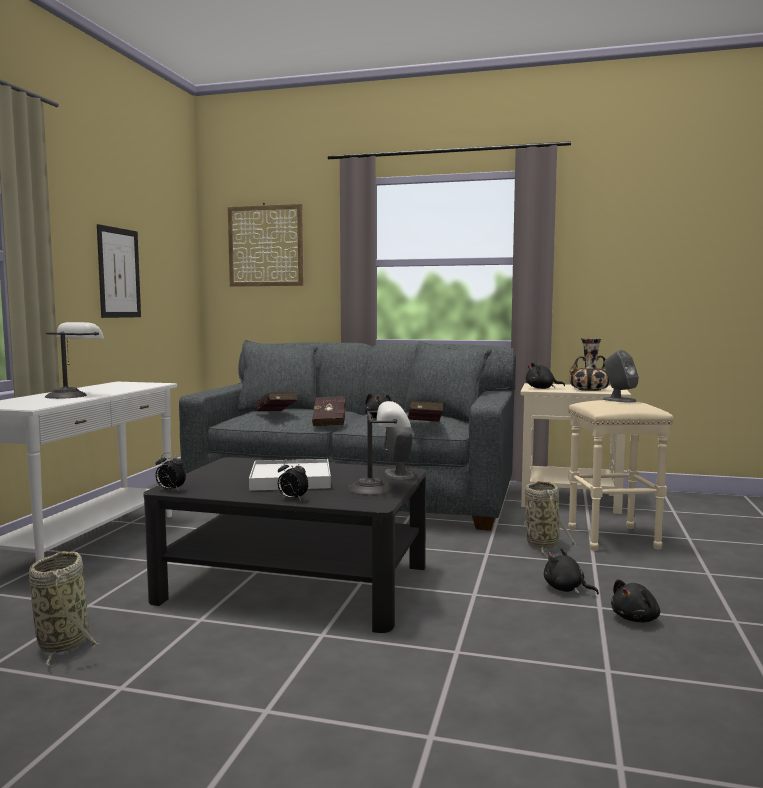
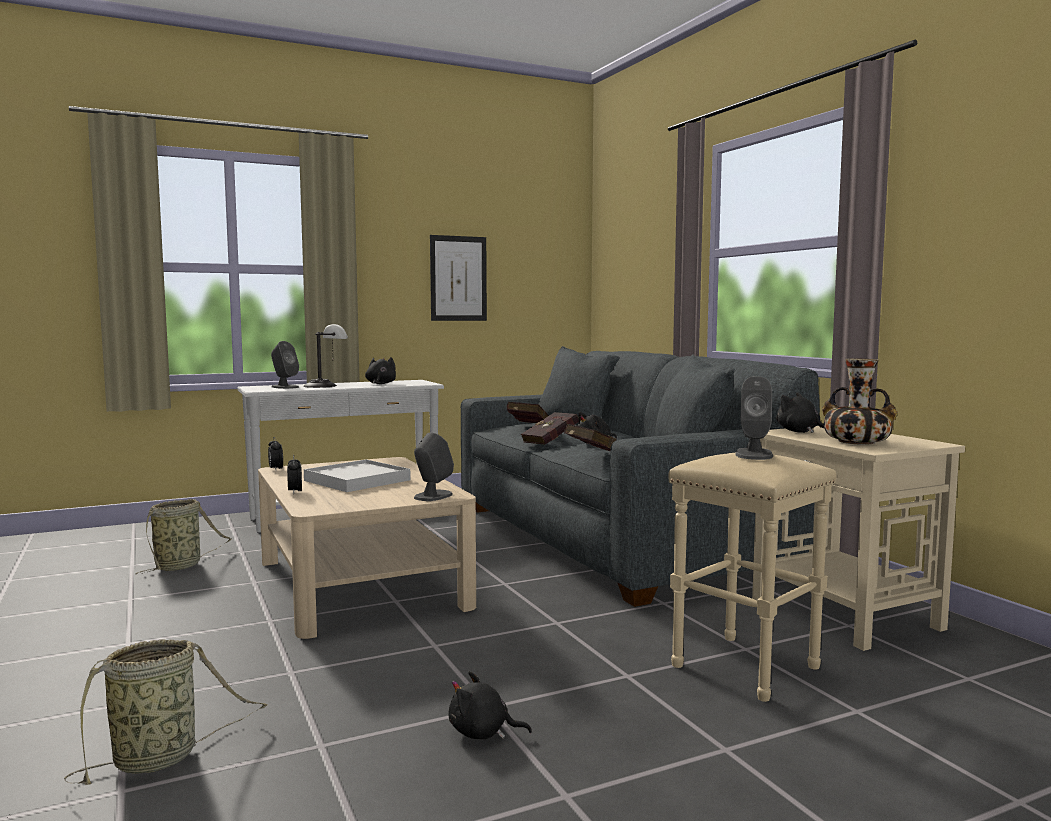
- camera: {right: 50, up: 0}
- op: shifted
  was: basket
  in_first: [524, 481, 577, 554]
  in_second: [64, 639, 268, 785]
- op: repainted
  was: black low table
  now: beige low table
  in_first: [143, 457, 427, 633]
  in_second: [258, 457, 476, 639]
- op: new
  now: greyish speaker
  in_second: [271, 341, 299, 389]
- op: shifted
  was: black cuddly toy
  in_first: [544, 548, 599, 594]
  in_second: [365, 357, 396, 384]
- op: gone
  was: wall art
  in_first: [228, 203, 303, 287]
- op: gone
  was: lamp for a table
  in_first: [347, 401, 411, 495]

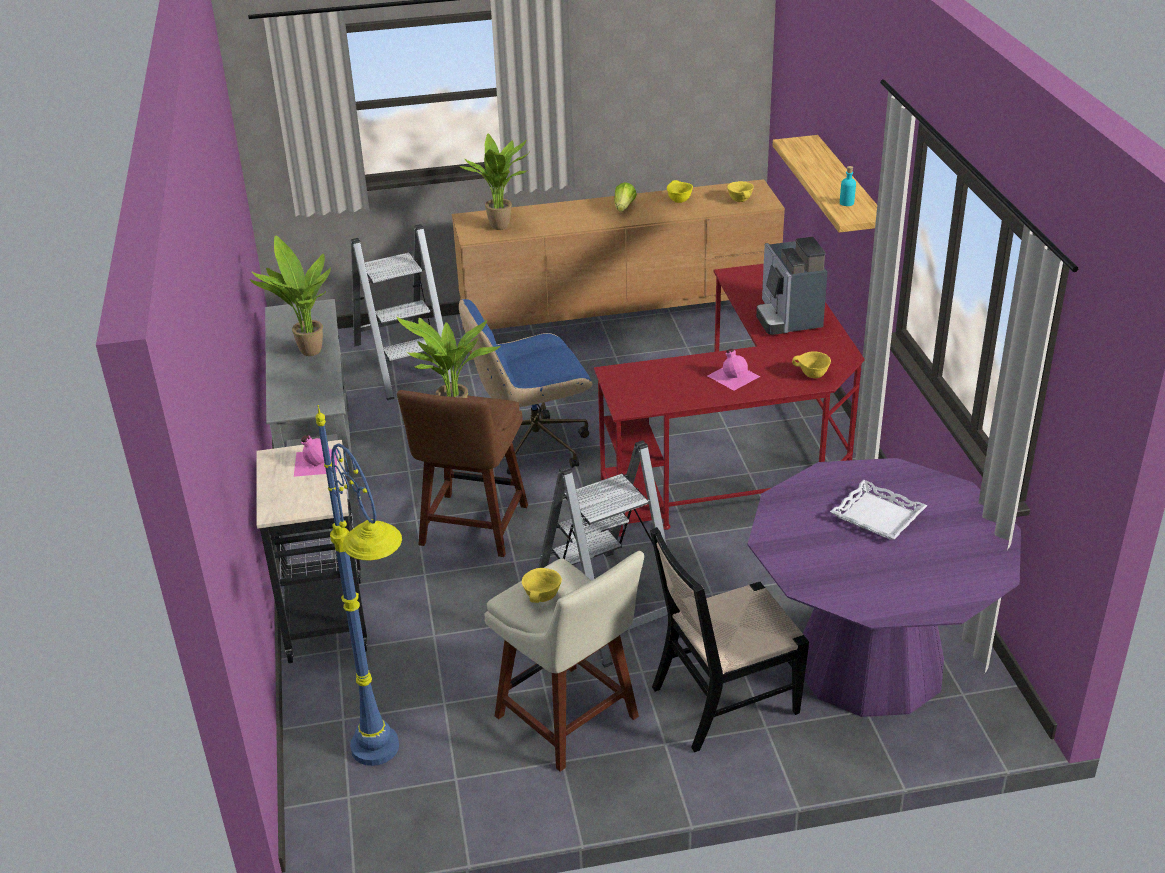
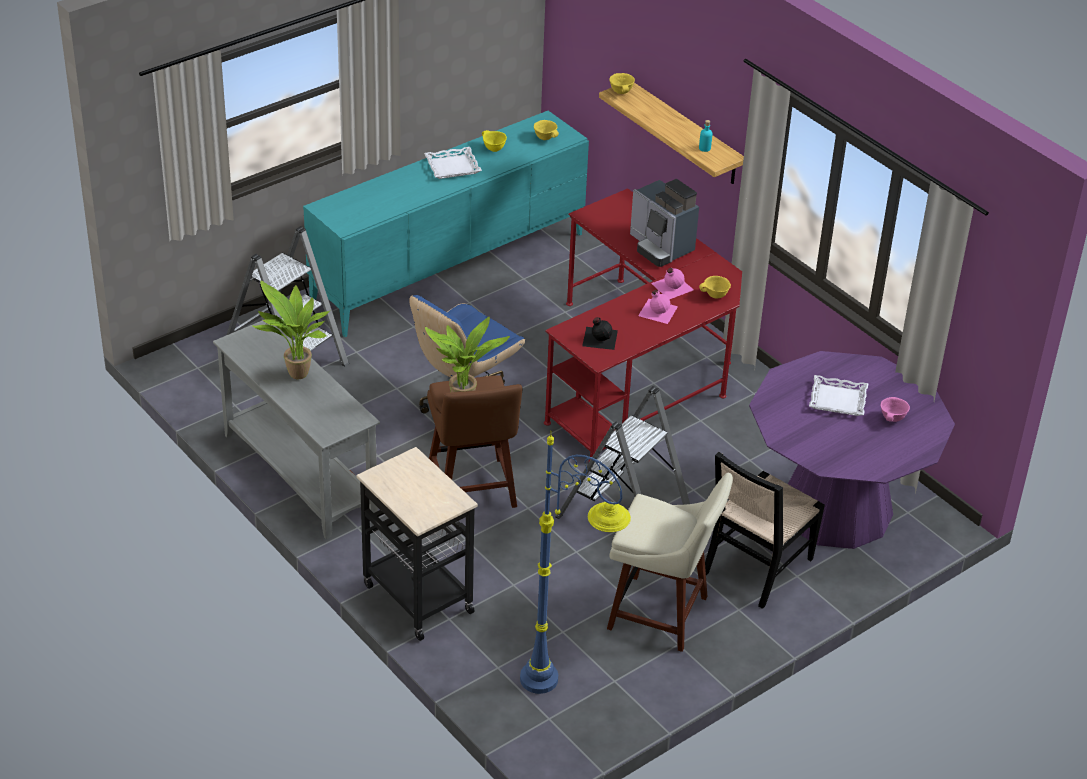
- camera: {right: -30, up: 5}
- op: repainted
  was: brown cupboard
  now: blue-green cupboard
  in_first: [452, 179, 785, 360]
  in_second: [303, 111, 589, 337]
- op: swapped
  was: lettuce
  now: whitish serving tray
  in_first: [614, 182, 637, 212]
  in_second: [424, 147, 482, 179]
- op: new
  now: black drink bottle
  in_second: [582, 317, 618, 350]
- op: shifted
  was: yellow-coloured bowl
  in_first: [522, 568, 562, 603]
  in_second: [609, 73, 635, 94]
- op: shifted
  was: pink-coloured drink bottle
  in_first: [294, 435, 338, 477]
  in_second: [651, 268, 694, 299]
- op: new
  now: pink-coloured bowl
  in_second: [881, 397, 910, 422]
- op: gone
  was: plant in a pot
  in_first: [458, 133, 529, 230]

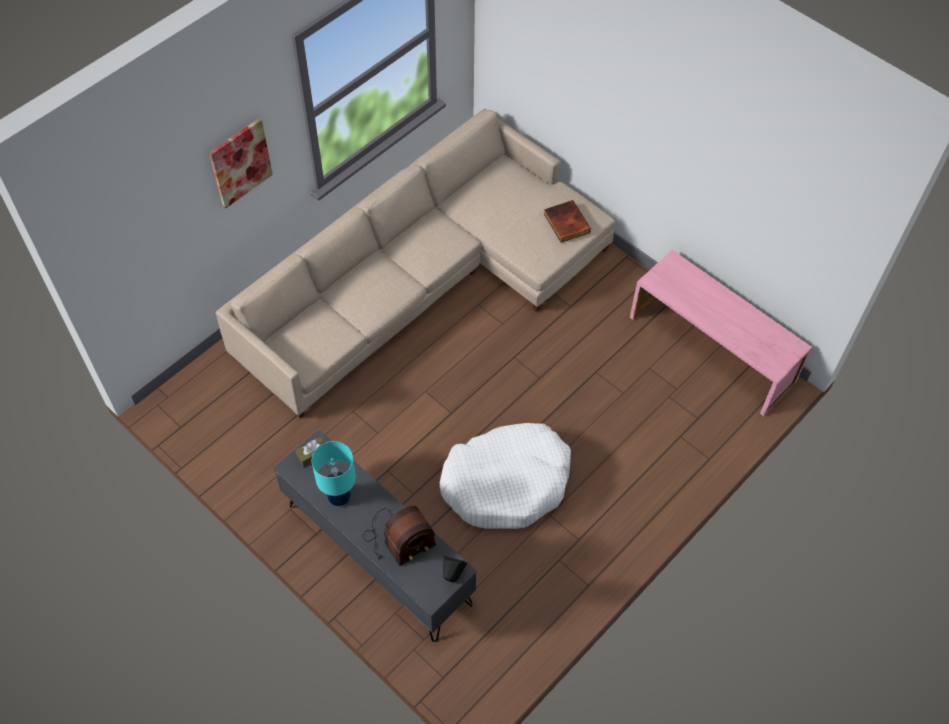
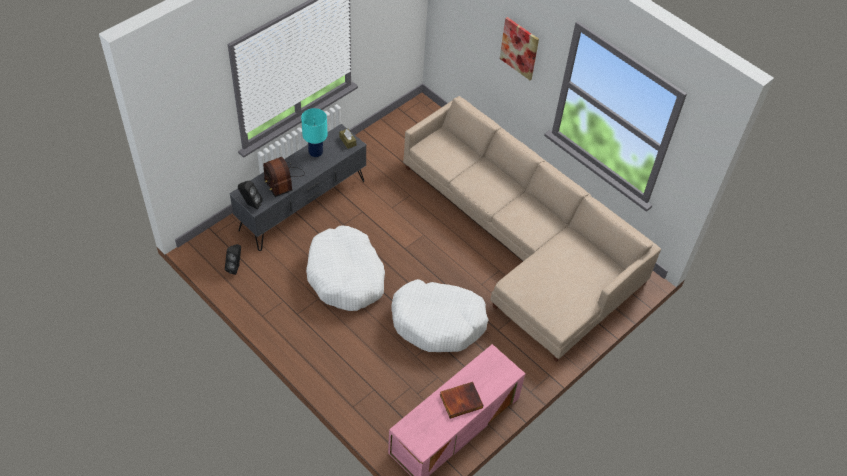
- camera: {right: 90, up: -5}
- op: new
  now: black speaker
  in_second: [225, 244, 241, 275]
- op: new
  now: whitish dog cushion
  in_second: [391, 279, 489, 352]
- op: shifted
  was: book
  in_first: [544, 200, 591, 243]
  in_second: [440, 382, 483, 419]

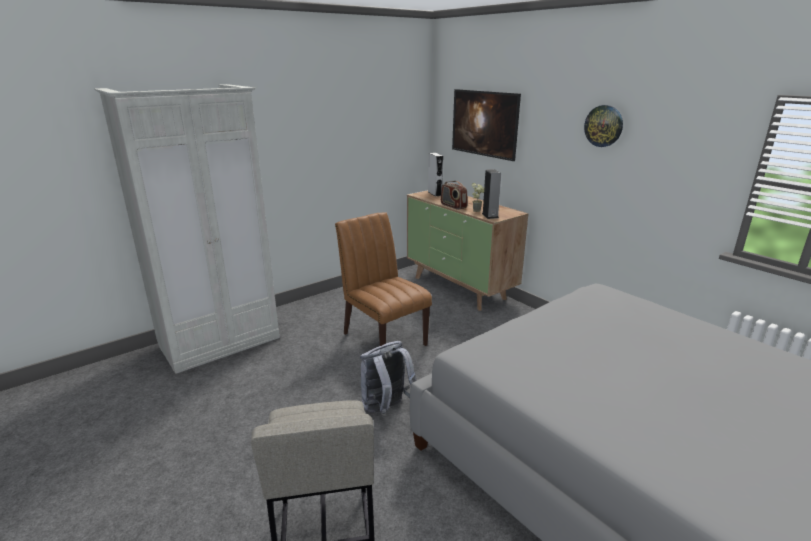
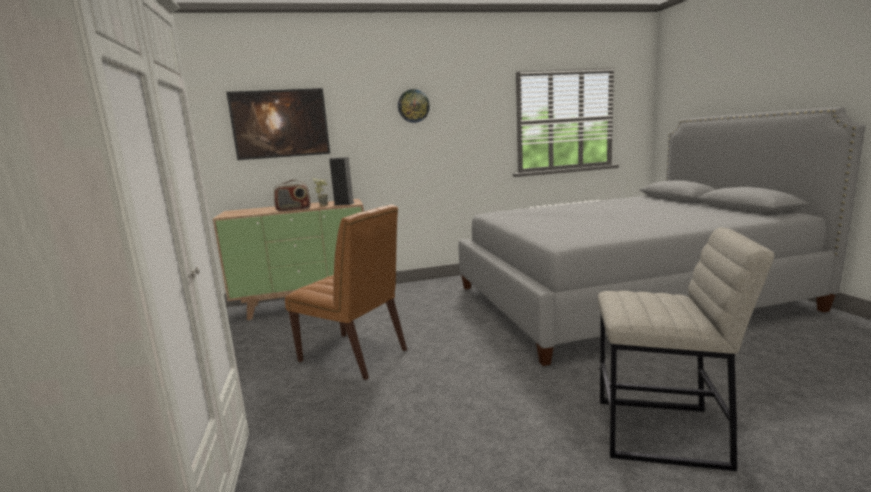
- camera: {right: -65, up: -10}
- op: rotated
  was: brown upright chair
  in_first: [335, 212, 432, 346]
  in_second: [285, 204, 407, 380]
  clockwise: -135
- op: gone
  was: greyish rucksack
  in_first: [360, 341, 417, 416]
- op: gone
  was: greyish speaker
  in_first: [428, 153, 443, 196]

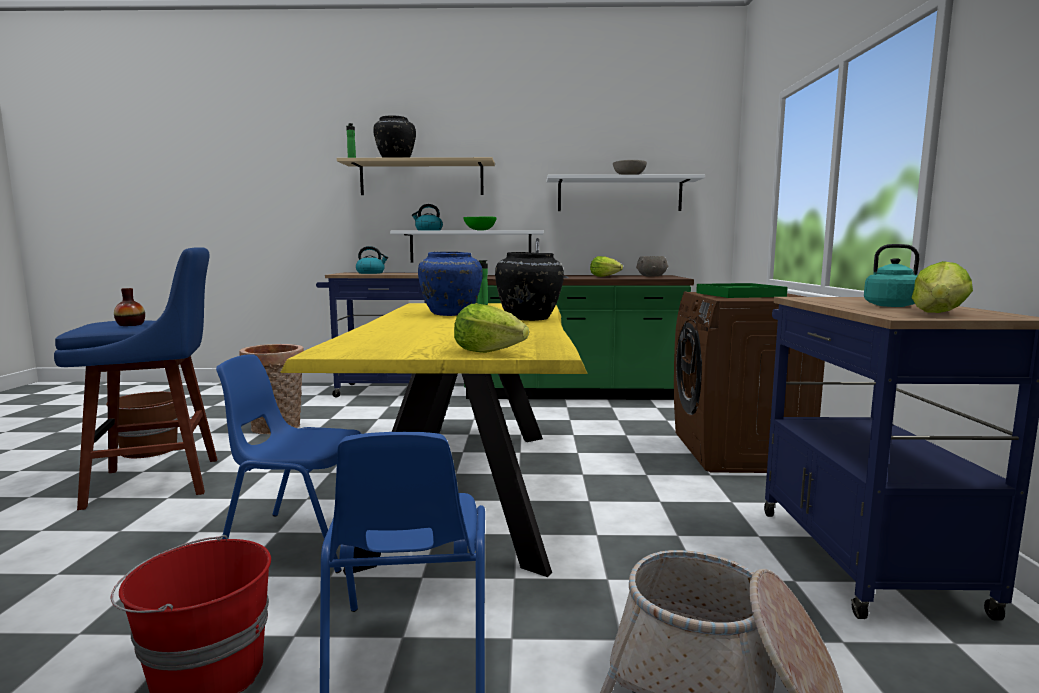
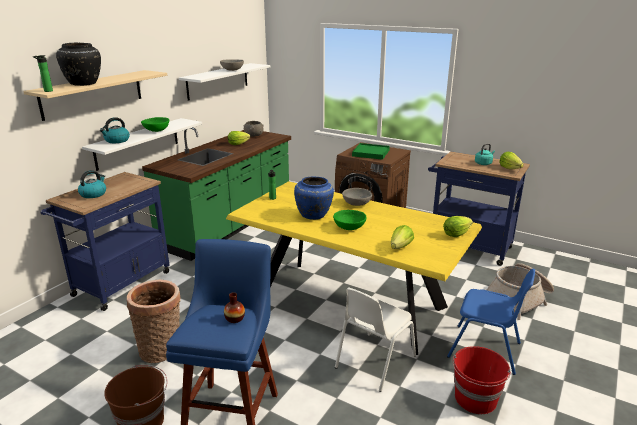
- camera: {right: -60, up: 15}
- op: new
  now: greenish bowl
  in_second: [333, 210, 367, 230]
- op: repainted
  was: blue-coloured upright chair
  now: whitish upright chair
  in_first: [216, 354, 361, 573]
  in_second: [335, 288, 416, 392]
- op: swapped
  was: black flower vase
  now: greyish bowl
  in_first: [495, 252, 564, 321]
  in_second: [342, 188, 372, 206]
- op: new
  now: lettuce
  in_second: [391, 225, 414, 249]

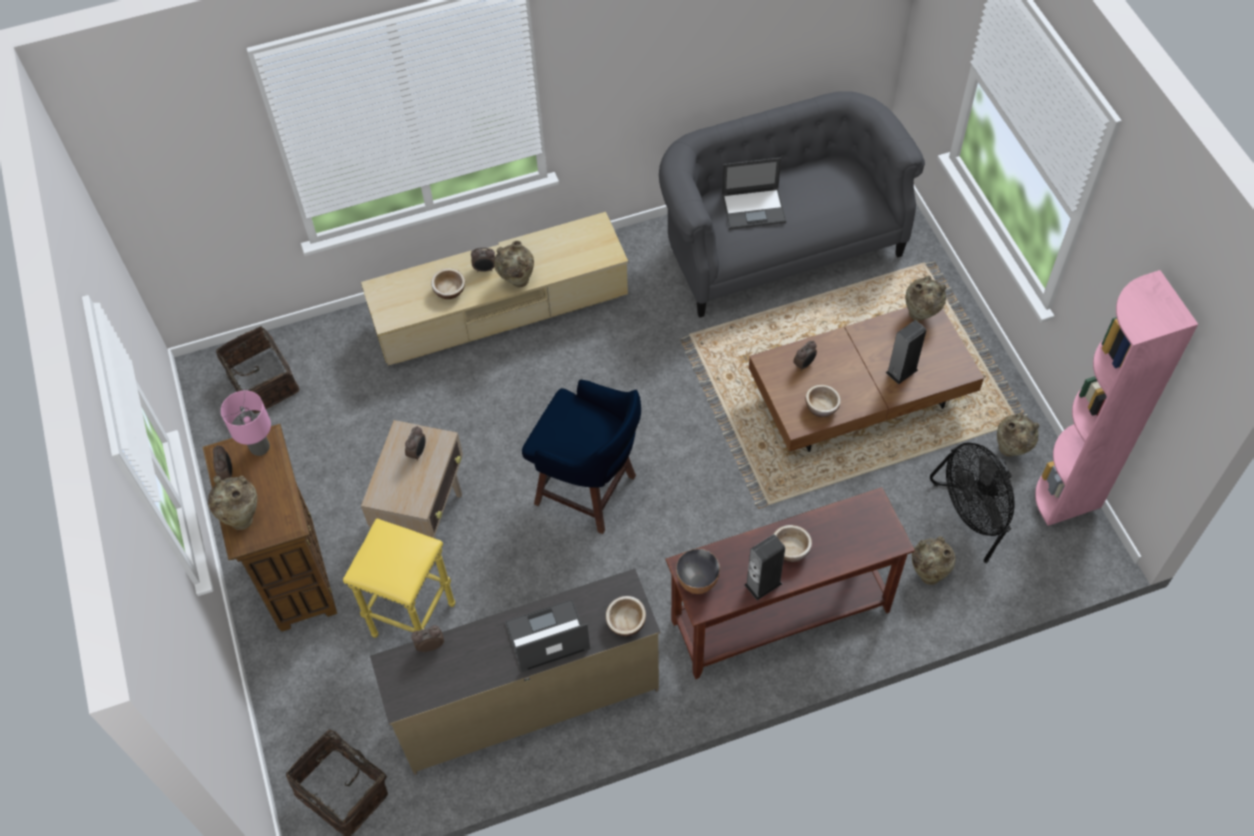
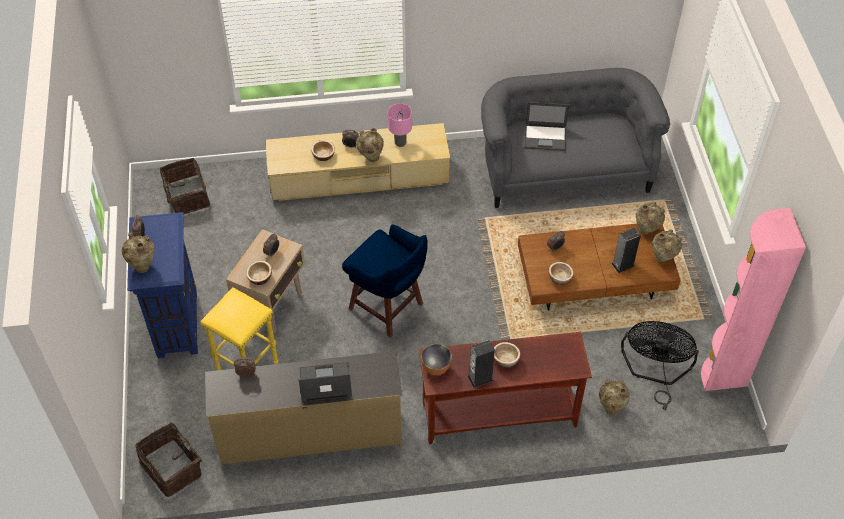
- camera: {right: 10, up: -5}
- op: repainted
  was: brown cupboard
  now: blue-coloured cupboard
  in_first: [203, 424, 337, 632]
  in_second: [127, 212, 198, 358]
- op: shifted
  was: bowl
  in_first: [606, 596, 646, 636]
  in_second: [246, 261, 272, 285]
- op: shifted
  was: pink-coloured lamp for a table
  in_first: [221, 391, 271, 456]
  in_second: [388, 103, 412, 147]
- op: rotated
  was: black fan
  in_first: [930, 443, 1015, 564]
  in_second: [621, 321, 699, 410]
  clockwise: 120
- op: shifted
  was: beige flower vase
  in_first: [997, 413, 1039, 456]
  in_second: [652, 230, 682, 262]

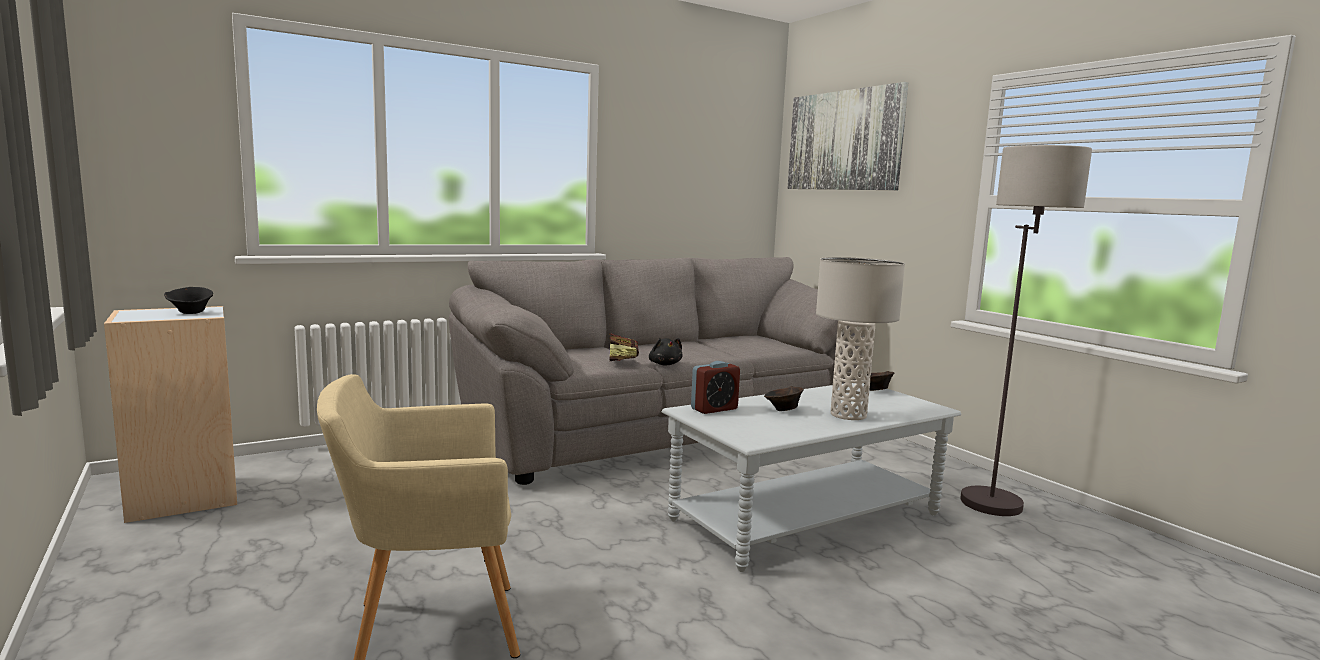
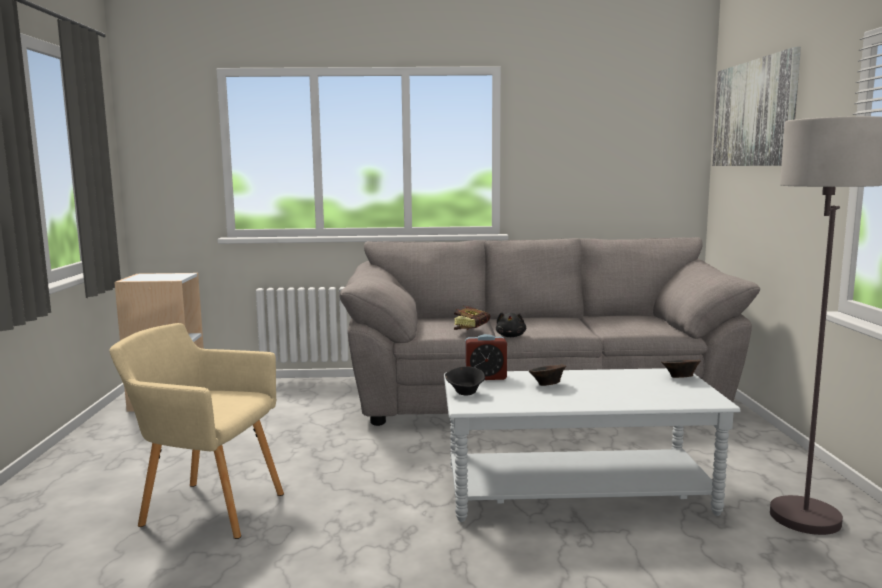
- camera: {right: 30, up: 0}
- op: shifted
  was: black bowl
  in_first: [164, 287, 213, 314]
  in_second: [445, 366, 485, 396]
- op: gone
  was: whitish lamp for a table
  in_first: [816, 257, 905, 420]

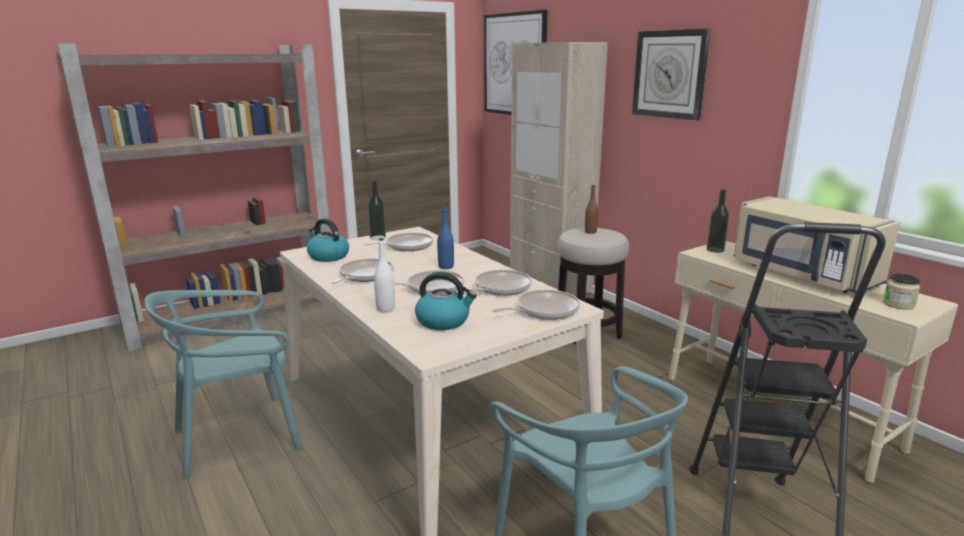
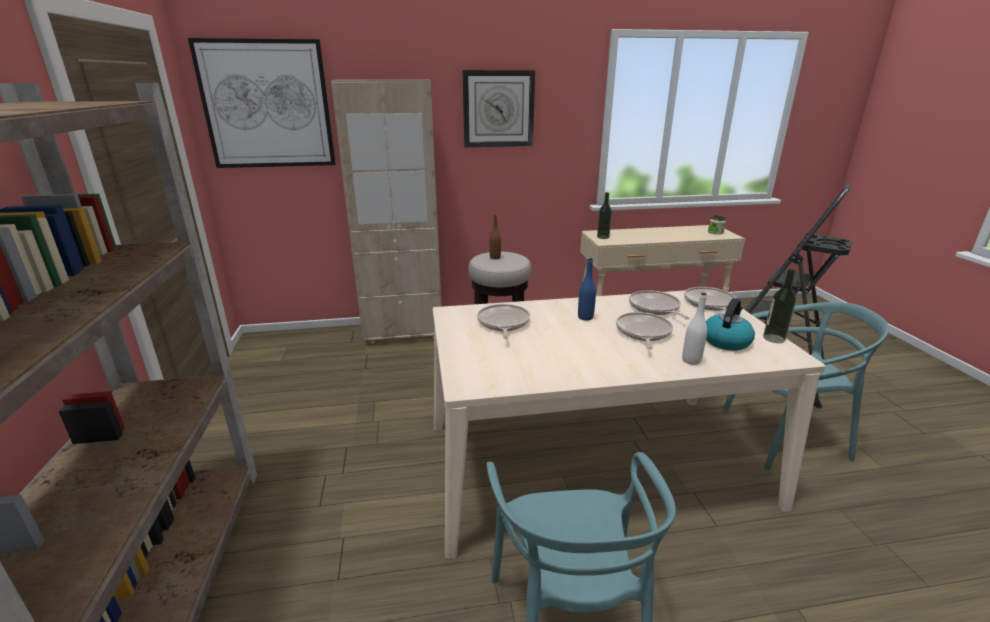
- camera: {right: -65, up: 5}
- op: shifted
  was: drink bottle
  in_first: [368, 180, 386, 240]
  in_second: [763, 269, 796, 343]
- op: gone
  was: water kettle
  in_first: [307, 218, 349, 262]
- op: gone
  was: frying pan
  in_first: [331, 258, 394, 284]
- op: gone
  was: beige microwave oven
  in_first: [734, 196, 900, 293]

